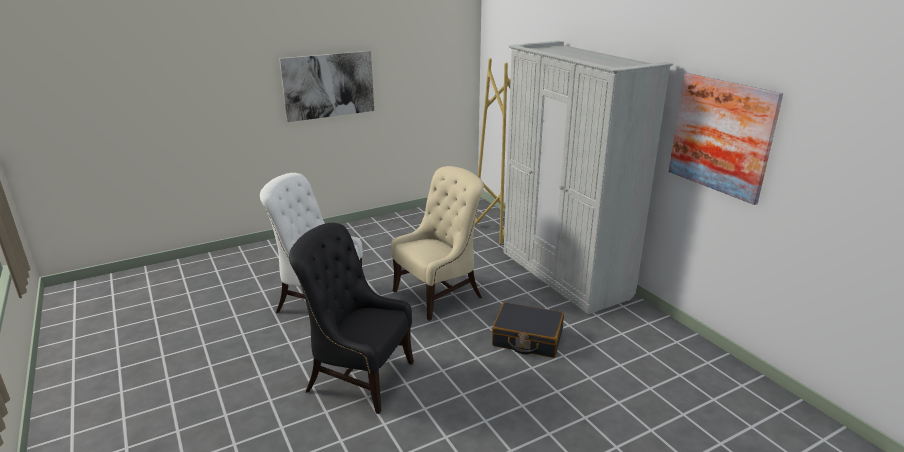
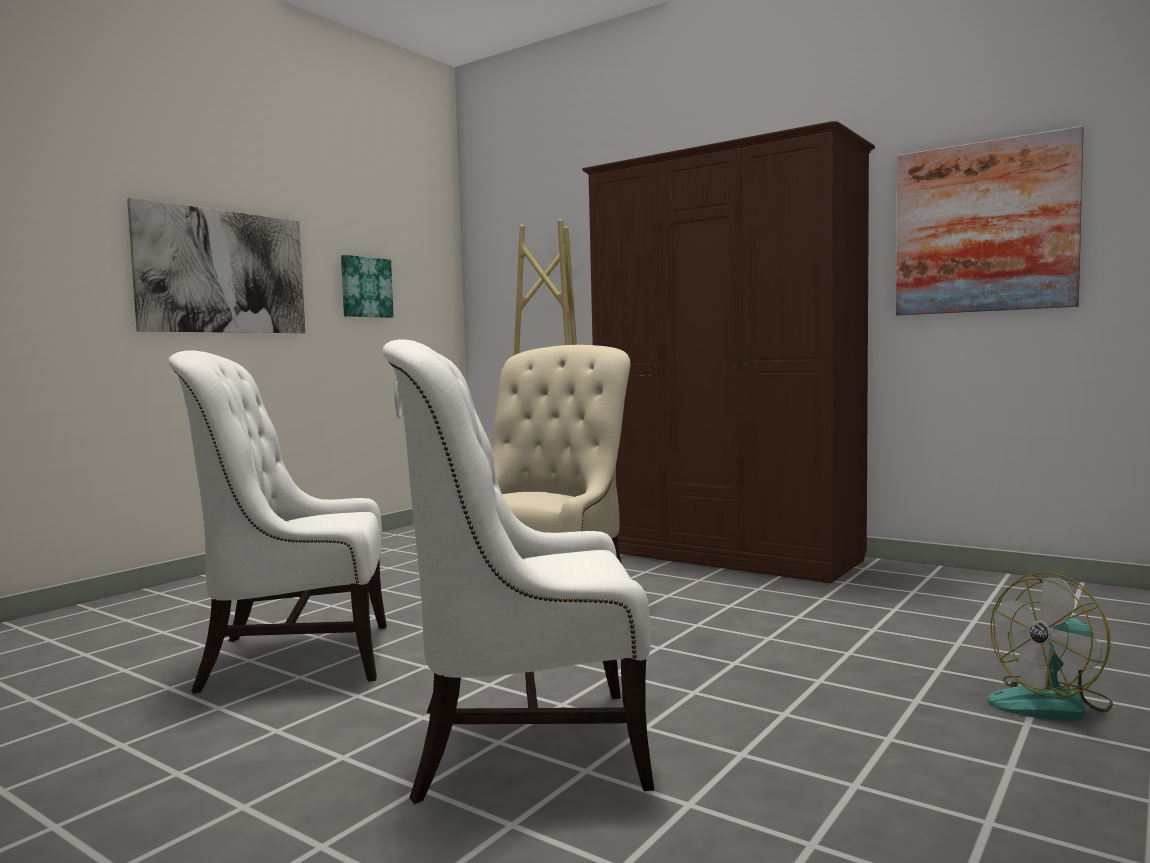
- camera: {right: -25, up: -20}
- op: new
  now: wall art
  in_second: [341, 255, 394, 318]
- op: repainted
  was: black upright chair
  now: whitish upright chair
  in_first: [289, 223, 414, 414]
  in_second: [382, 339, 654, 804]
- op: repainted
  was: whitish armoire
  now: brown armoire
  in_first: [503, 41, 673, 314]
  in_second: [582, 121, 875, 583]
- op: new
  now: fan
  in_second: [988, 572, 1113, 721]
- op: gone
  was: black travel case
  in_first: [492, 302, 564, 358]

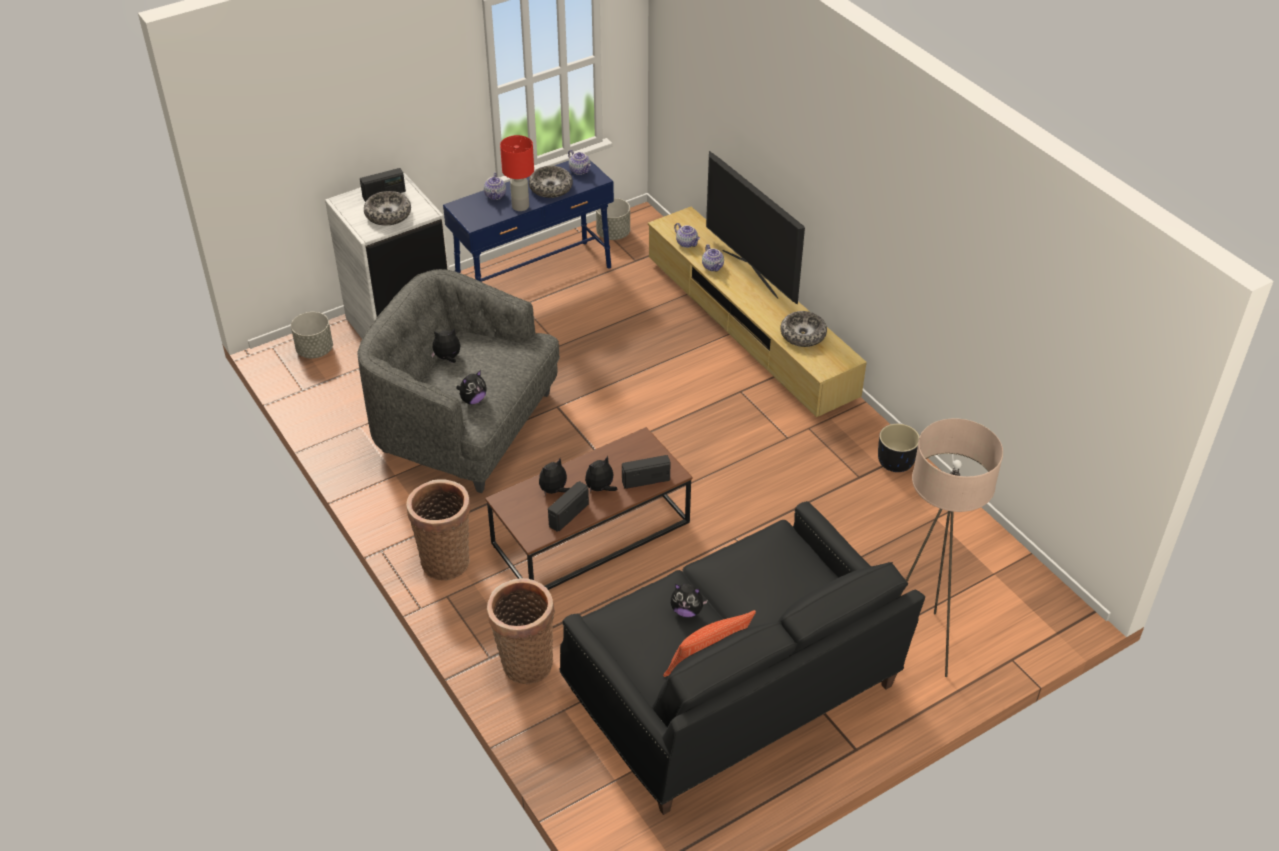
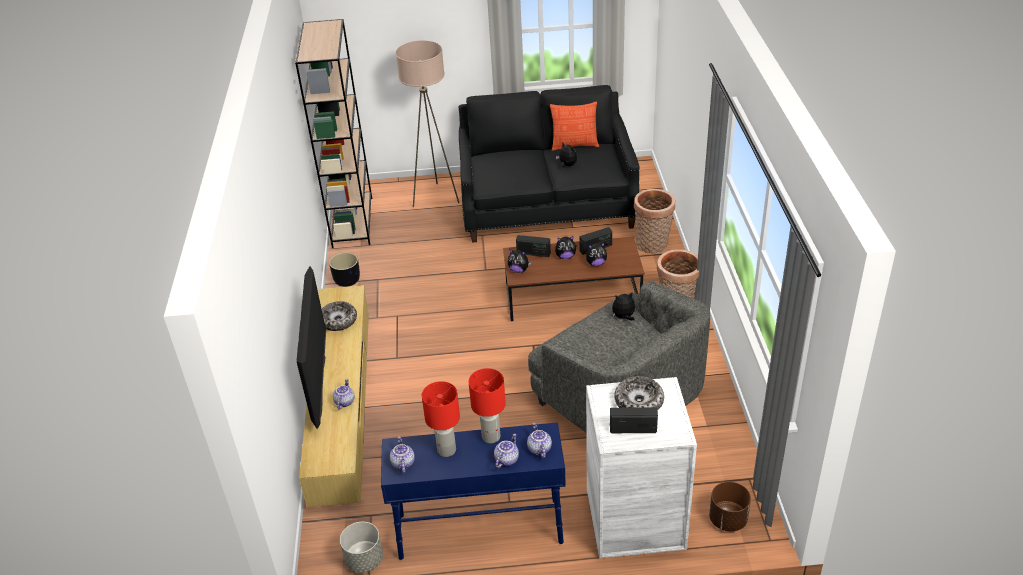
- camera: {right: -150, up: -5}
- op: new
  now: beige bookcase
  in_second: [295, 19, 372, 248]
- op: swapped
  was: bowl
  now: reddish lamp for a table
  in_first: [529, 166, 573, 198]
  in_second: [422, 381, 460, 457]
- op: shifted
  was: cuddly toy
  in_first: [431, 329, 460, 363]
  in_second: [508, 249, 532, 273]
- op: shifted
  was: teapot
  in_first: [674, 223, 700, 248]
  in_second: [527, 422, 552, 458]
- op: repainted
  was: greyish plant pot
  now: brown plant pot
  in_first: [291, 312, 333, 358]
  in_second: [709, 482, 751, 532]

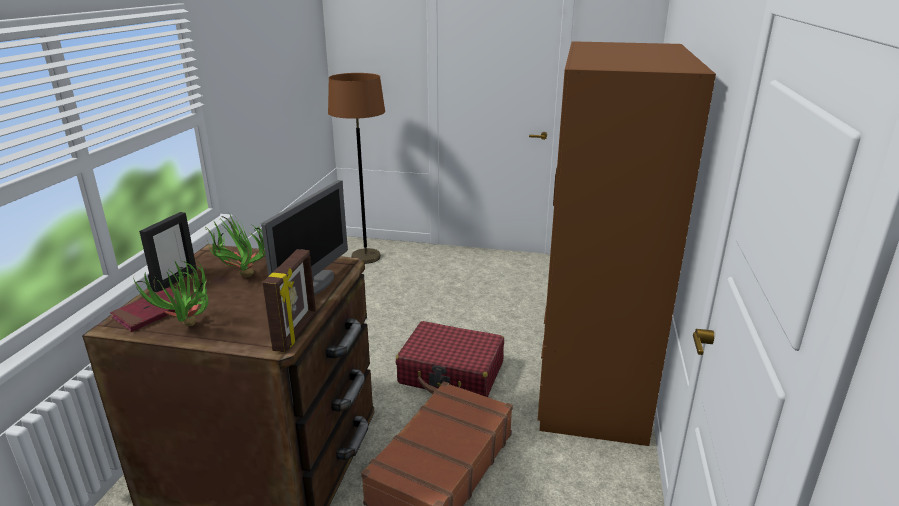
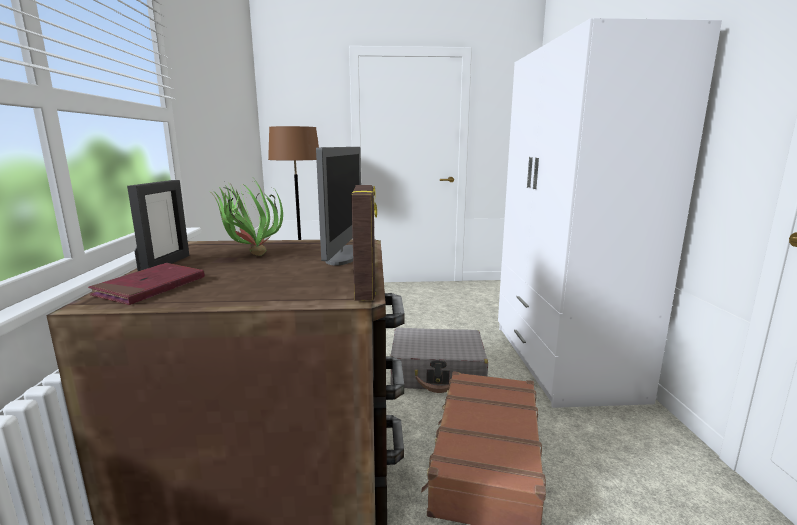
- camera: {right: -15, up: -10}
- op: repainted
  was: reddish travel case
  now: greyish travel case
  in_first: [396, 321, 504, 397]
  in_second: [390, 328, 488, 393]
- op: repainted
  was: brown armoire
  now: whitish armoire
  in_first: [538, 41, 716, 446]
  in_second: [498, 18, 722, 408]
- op: gone
  was: plant in a pot
  in_first: [133, 258, 209, 326]

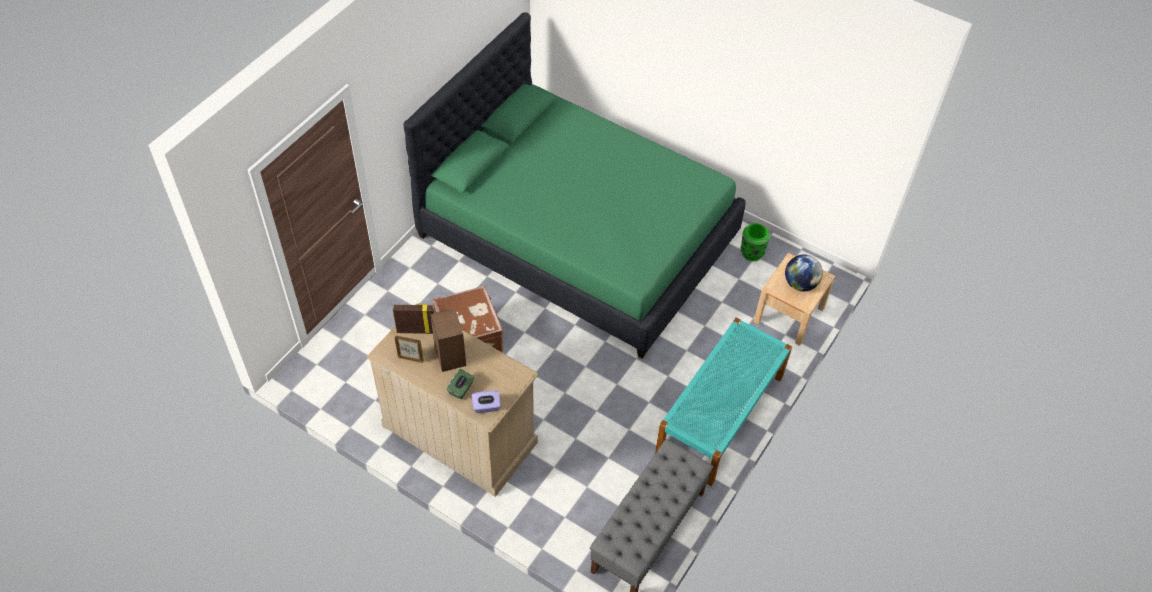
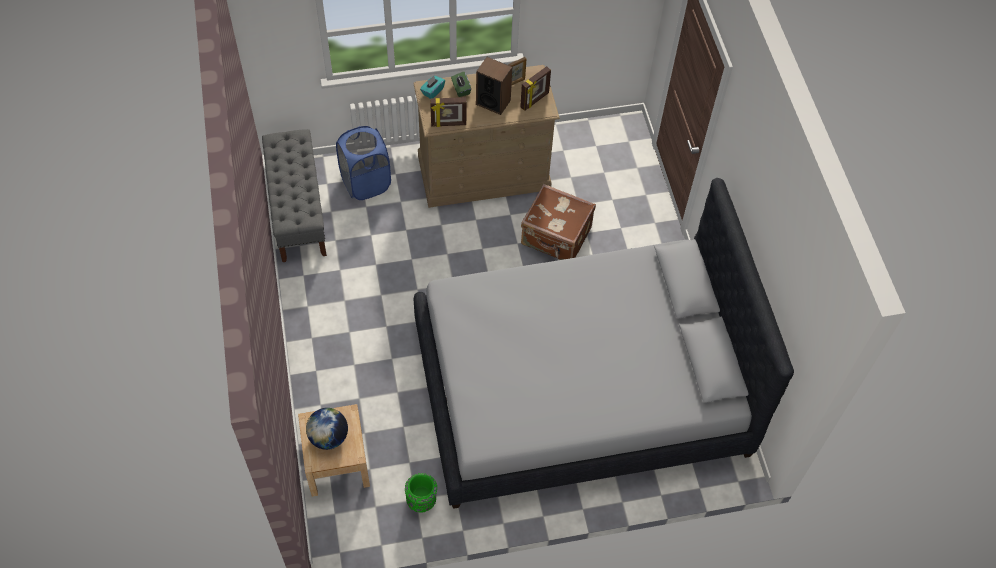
- camera: {right: 135, up: 5}
- op: new
  now: blue-coloured laundry basket
  in_second: [336, 126, 391, 200]
- op: repainted
  was: greenish bedroom bed
  now: greyish bedroom bed
  in_first: [404, 12, 746, 359]
  in_second: [414, 178, 794, 509]
- op: repainted
  was: purple tissue box
  now: blue-green tissue box
  in_first: [471, 391, 501, 413]
  in_second: [420, 76, 445, 99]
- op: new
  now: photo frame
  in_second: [430, 97, 466, 127]
- op: gone
  was: blue-green bench
  in_first: [655, 317, 792, 486]

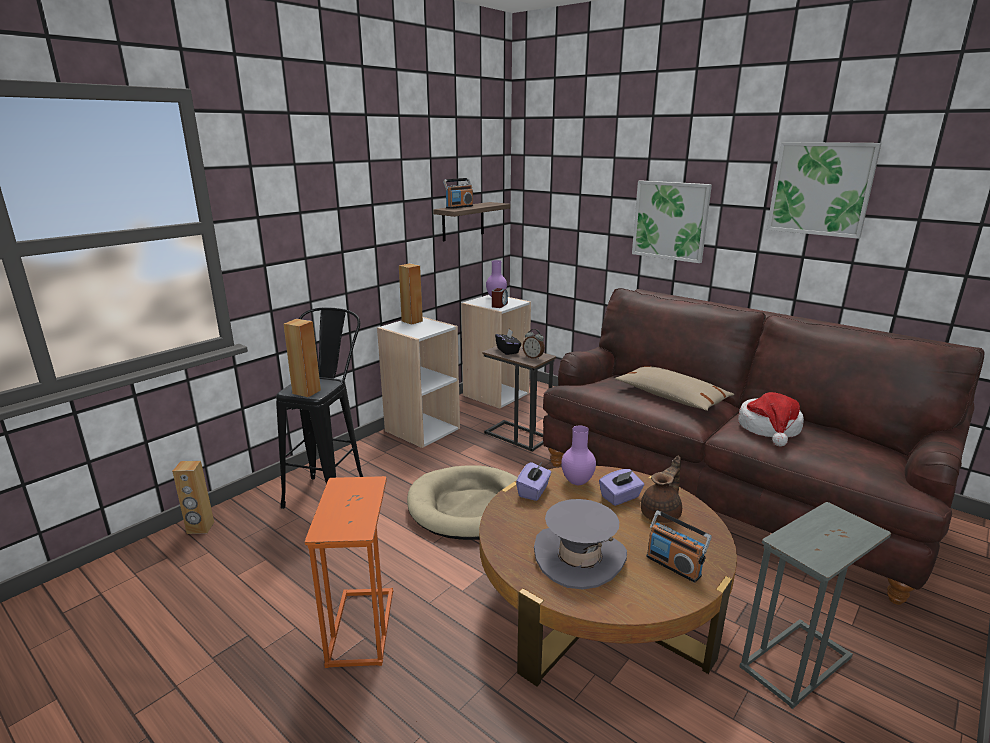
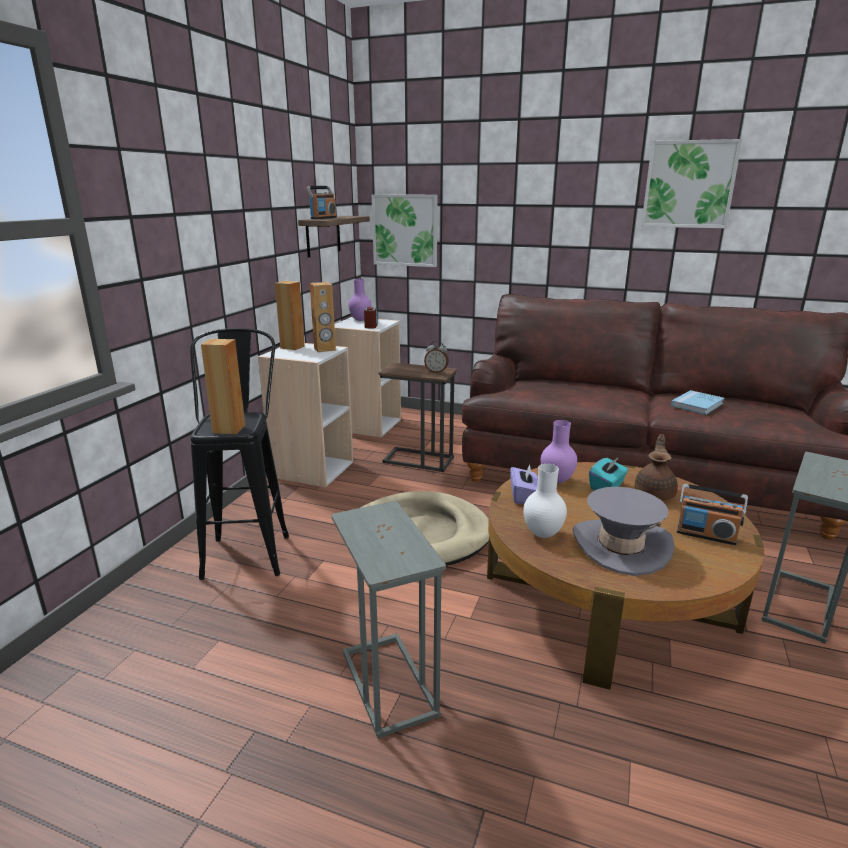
- camera: {right: -20, up: 0}
- op: shifted
  was: brown speaker
  in_first: [172, 461, 214, 534]
  in_second: [310, 282, 336, 352]
- op: repainted
  was: orange-coloured side table
  now: greyish side table
  in_first: [305, 476, 393, 668]
  in_second: [331, 501, 446, 739]
- op: shifted
  was: wall art
  in_first: [632, 180, 712, 263]
  in_second: [372, 194, 437, 267]
- op: new
  now: whitish flower vase
  in_second: [523, 464, 567, 538]
- op: repainted
  was: purple tissue box
  now: blue-green tissue box
  in_first: [599, 469, 644, 506]
  in_second: [589, 457, 628, 490]
- op: swapped
  was: clothing hat
  now: blue-coloured book
  in_first: [738, 392, 804, 447]
  in_second: [671, 390, 724, 415]
- op: gone
  was: black tissue box
  in_first: [495, 329, 521, 355]
- op: gone
  was: beige pillow
  in_first: [615, 366, 734, 411]

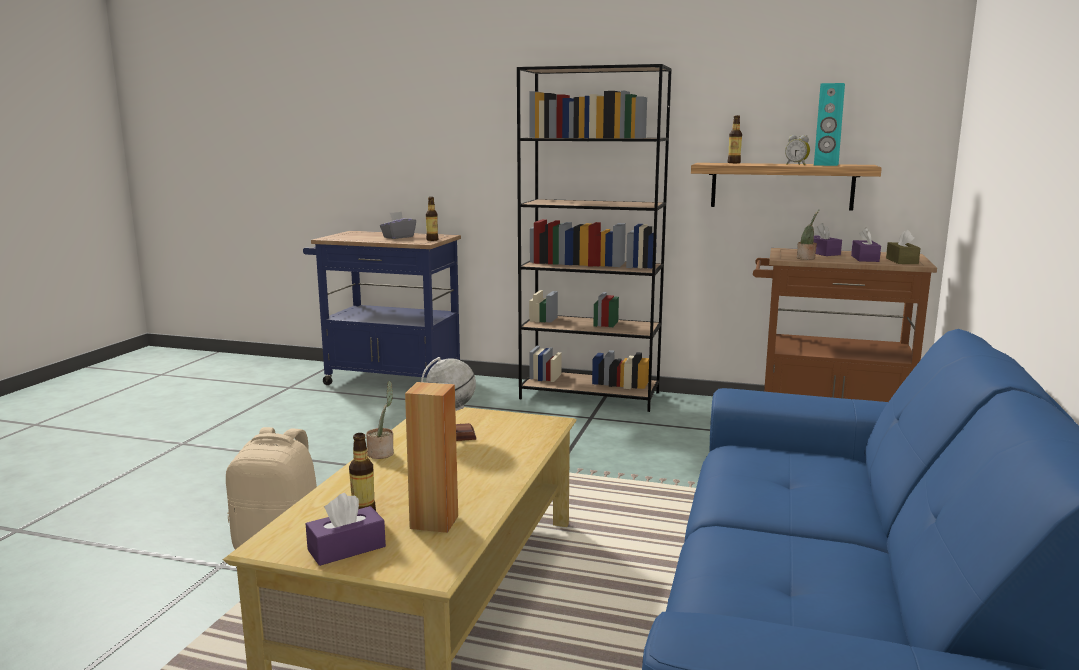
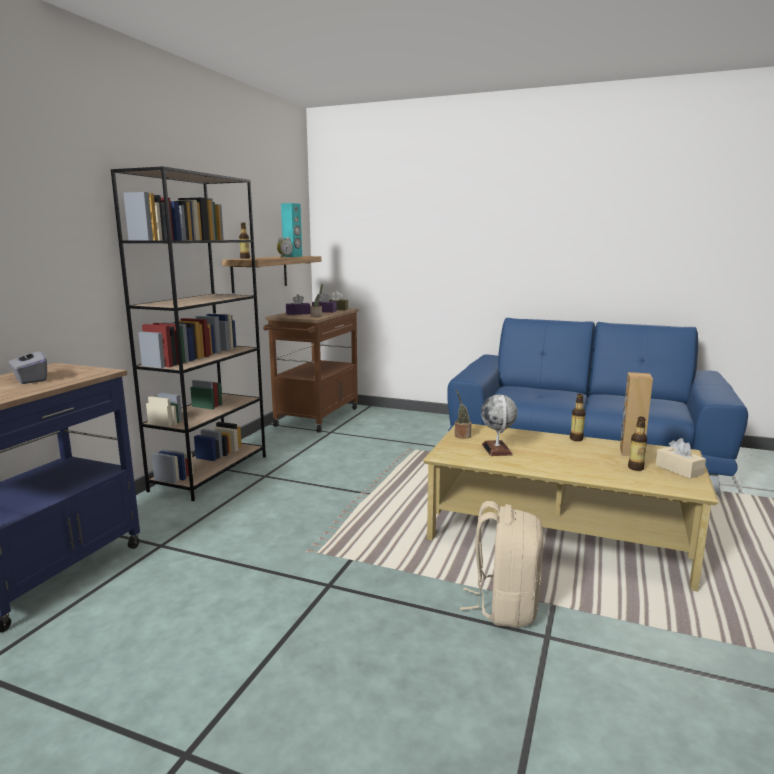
- camera: {right: -85, up: 0}
- op: shifted
  was: plant in a pot
  in_first: [366, 381, 394, 459]
  in_second: [455, 390, 472, 439]
- op: shifted
  was: drink bottle
  in_first: [426, 197, 438, 241]
  in_second: [570, 394, 586, 441]
- op: repainted
  was: purple tissue box
  now: beige tissue box
  in_first: [306, 493, 386, 566]
  in_second: [656, 438, 706, 479]

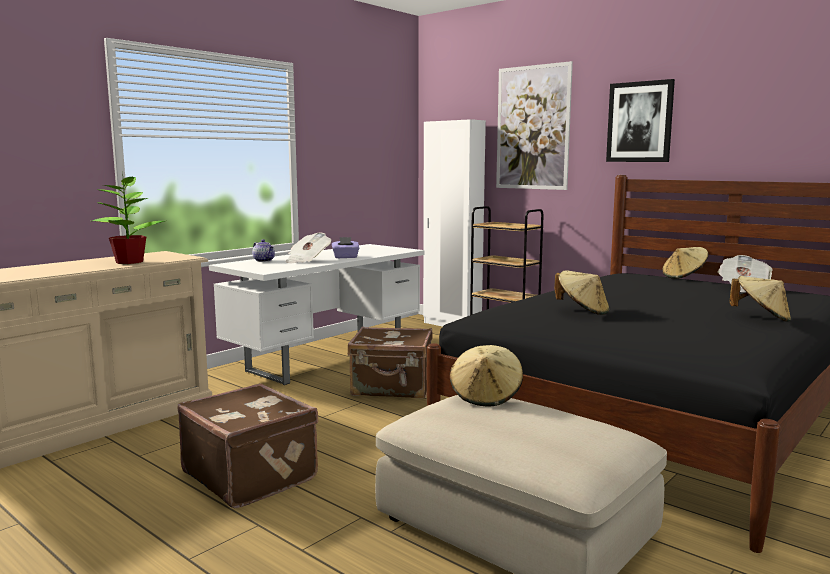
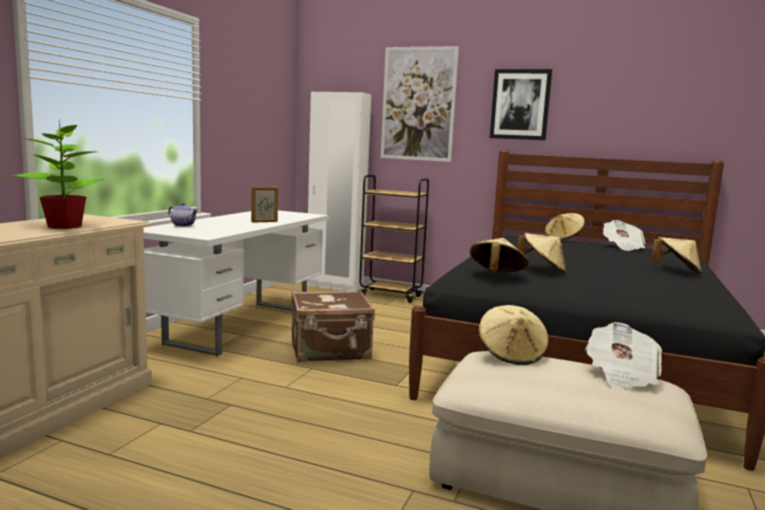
- camera: {right: -20, up: 0}
- op: swapped
  was: purple tissue box
  now: photo frame
  in_first: [332, 237, 359, 258]
  in_second: [251, 187, 278, 223]
- op: new
  now: beige clothing hat
  in_second: [470, 238, 529, 272]
- op: shifted
  was: printed paper
  in_first: [286, 232, 331, 263]
  in_second: [585, 322, 662, 389]
- op: gone
  was: brown travel case
  in_first: [177, 383, 318, 508]

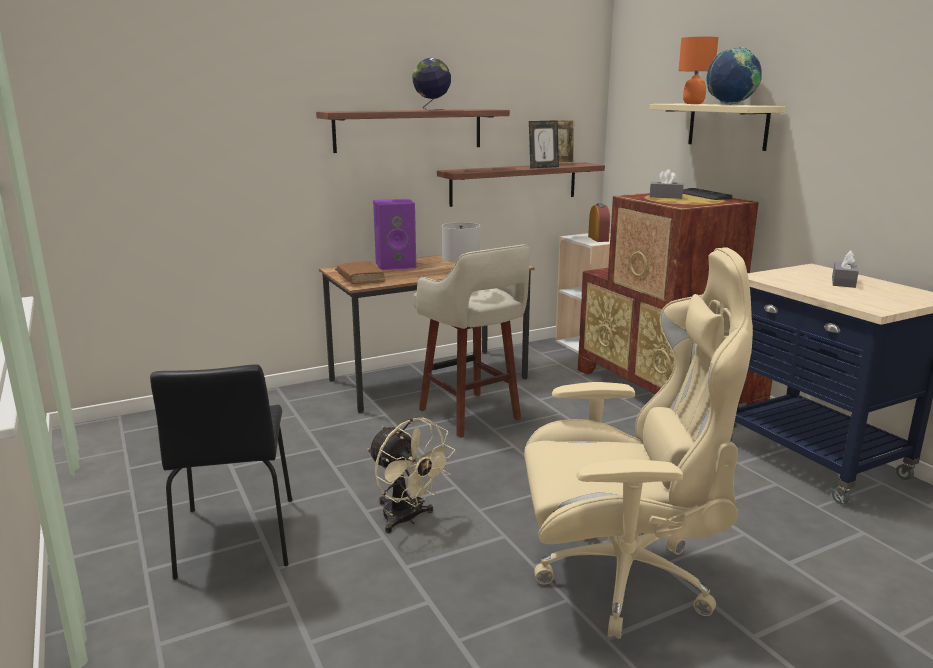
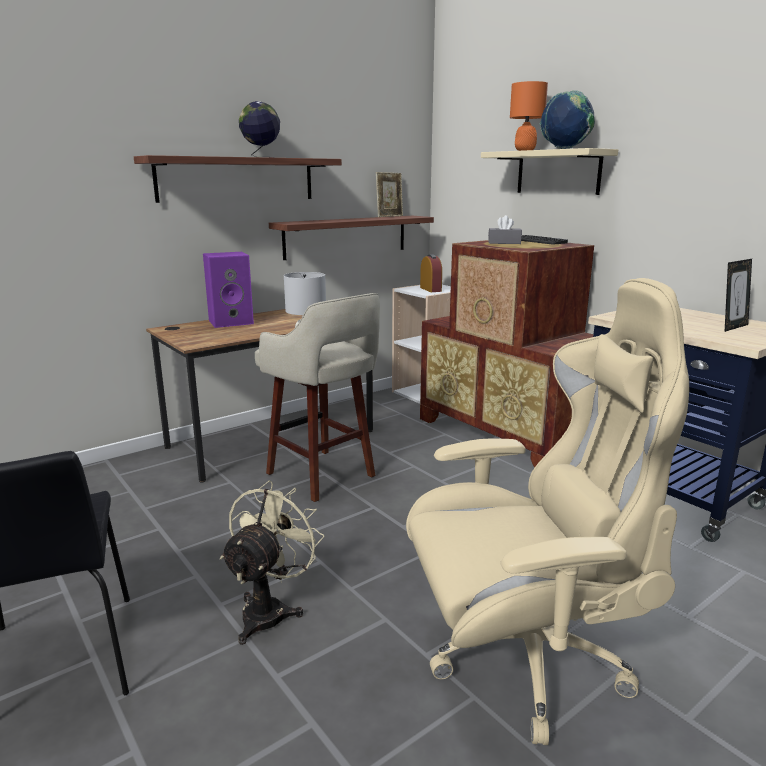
- camera: {right: -10, up: 0}
- op: rotated
  was: beige fan
  in_first: [367, 418, 455, 533]
  in_second: [220, 480, 325, 645]
  clockwise: -105
- op: shifted
  was: photo frame
  in_first: [529, 120, 559, 169]
  in_second: [725, 259, 752, 332]
- op: gone
  was: brown book
  in_first: [337, 261, 385, 284]
- op: gone
  was: greyish tissue box
  in_first: [832, 250, 859, 288]

